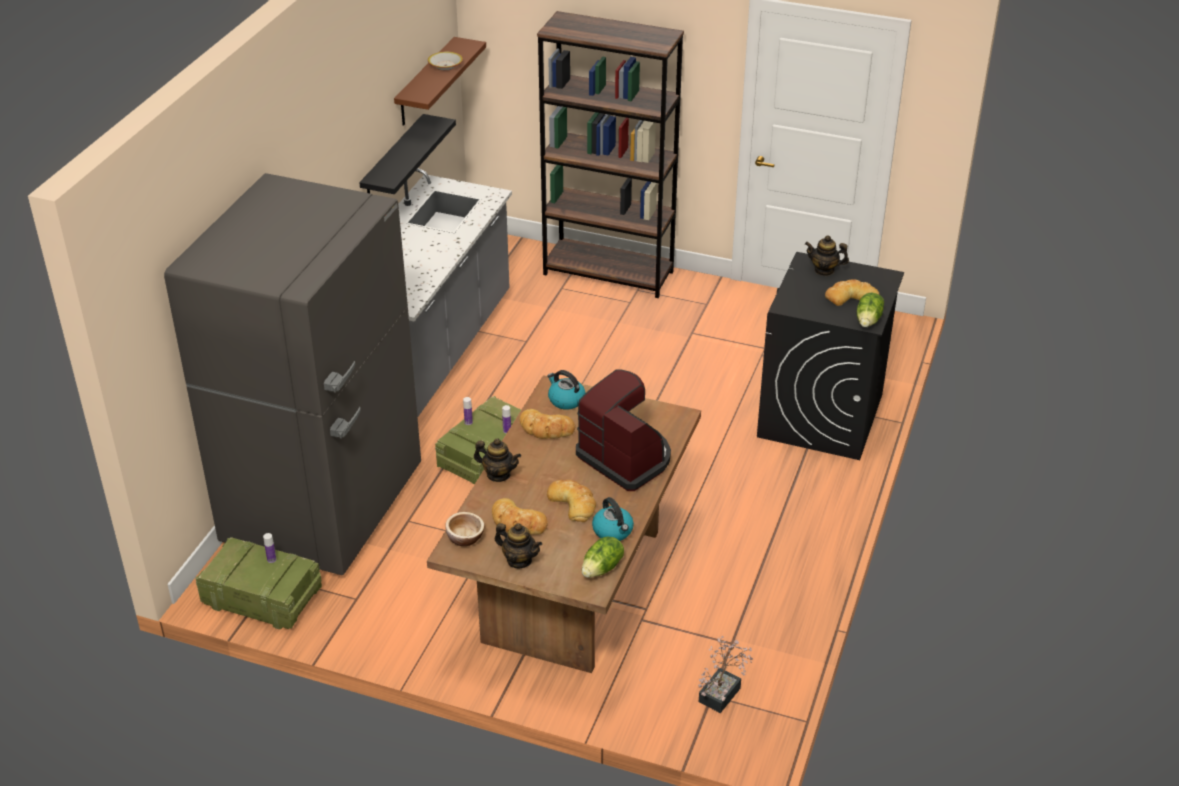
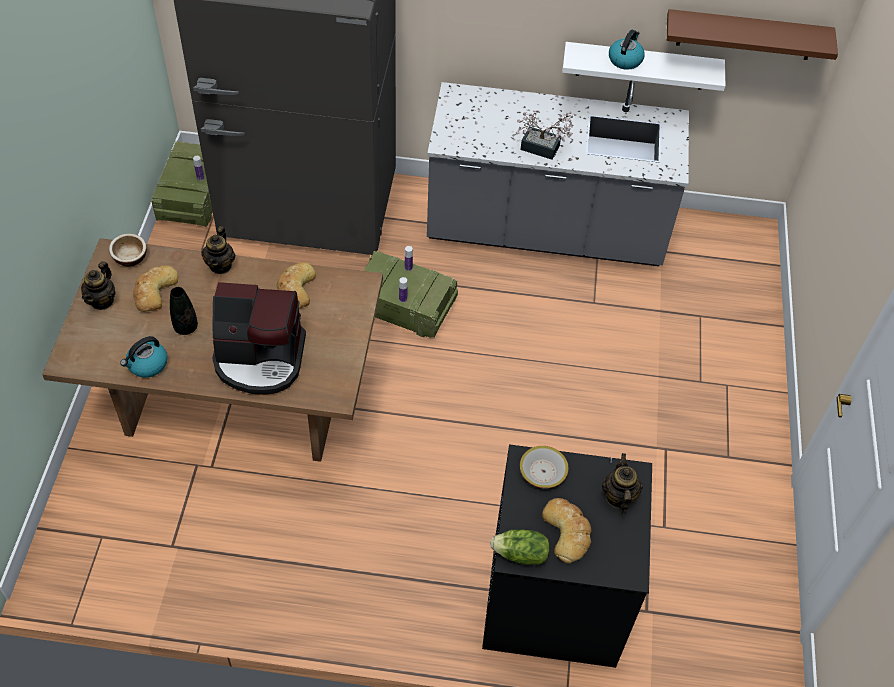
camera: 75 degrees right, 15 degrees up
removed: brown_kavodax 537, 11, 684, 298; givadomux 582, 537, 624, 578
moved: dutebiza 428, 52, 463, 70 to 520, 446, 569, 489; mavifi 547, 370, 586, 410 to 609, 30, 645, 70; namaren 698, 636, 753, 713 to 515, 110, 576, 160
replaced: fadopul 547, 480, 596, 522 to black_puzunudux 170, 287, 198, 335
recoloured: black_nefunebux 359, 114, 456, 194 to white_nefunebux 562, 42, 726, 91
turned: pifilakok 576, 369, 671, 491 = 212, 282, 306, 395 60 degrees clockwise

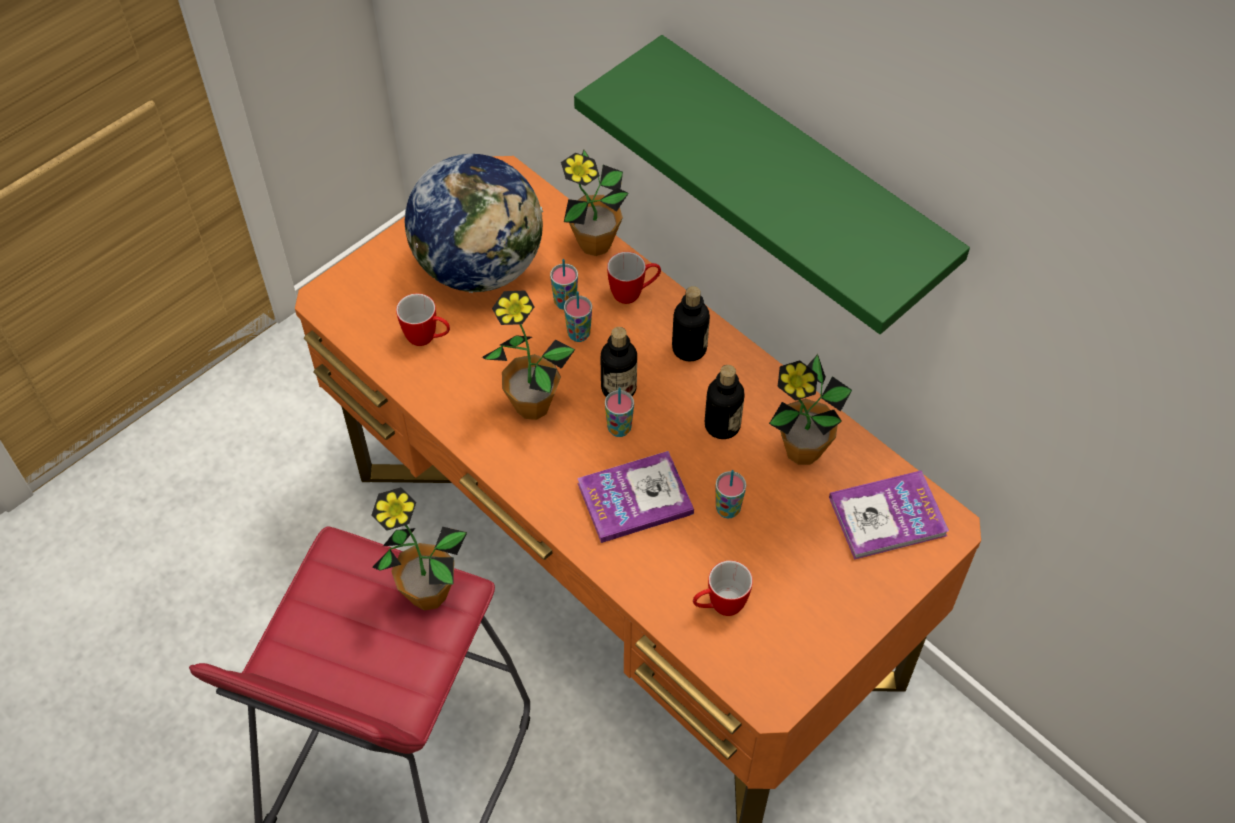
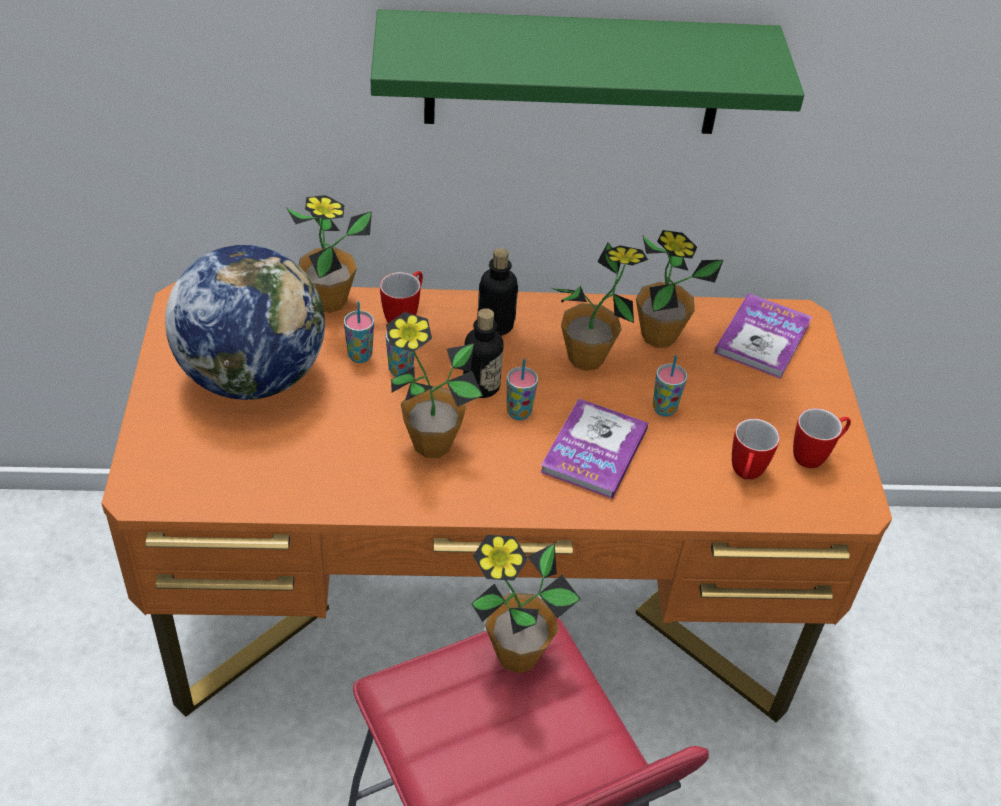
camera: 50 degrees left, 10 degrees down
moved: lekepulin 396, 293, 450, 346 to 793, 408, 851, 468
replaced: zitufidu 705, 365, 745, 439 to namaren 551, 242, 648, 371

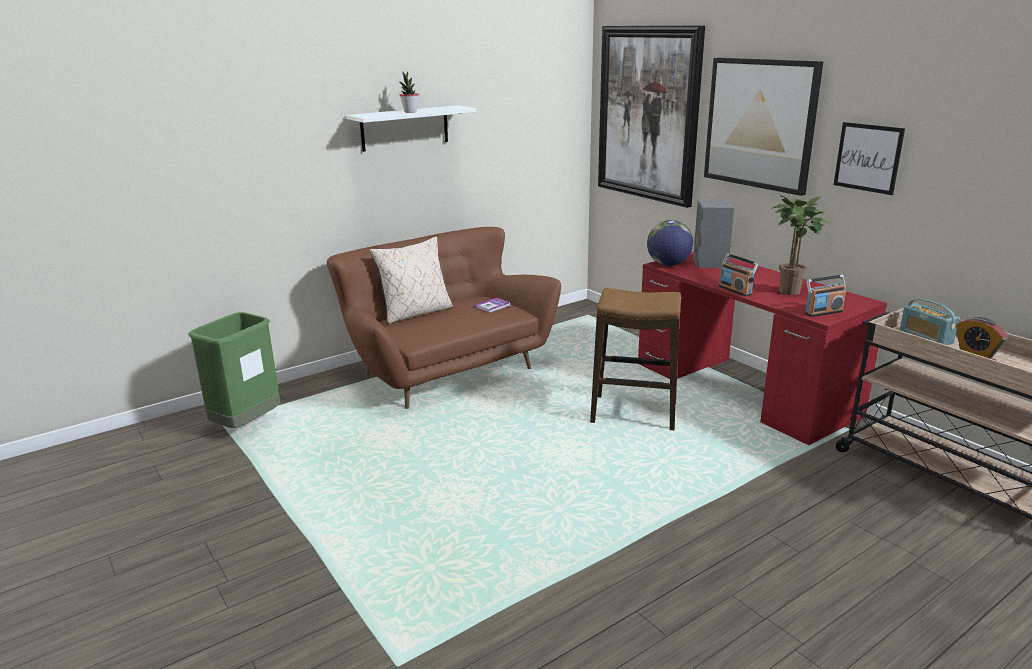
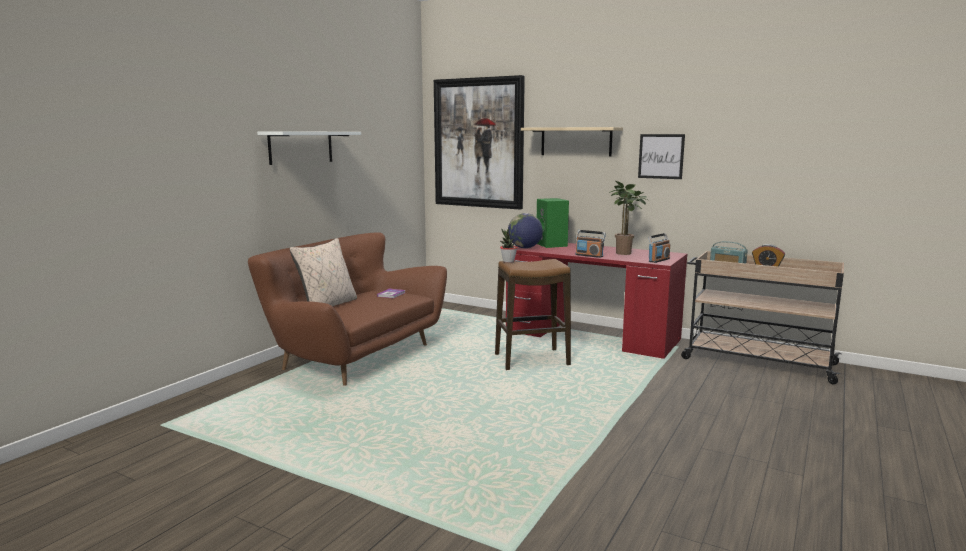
camera: 25 degrees left, 10 degrees down
removed: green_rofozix 188, 312, 280, 428
moved: namaren 400, 72, 419, 113 to 500, 229, 517, 263
replaced: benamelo 704, 58, 823, 196 to beige_nefunebux 521, 127, 623, 156
recoloured: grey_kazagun 693, 200, 734, 268 to green_kazagun 537, 198, 569, 248

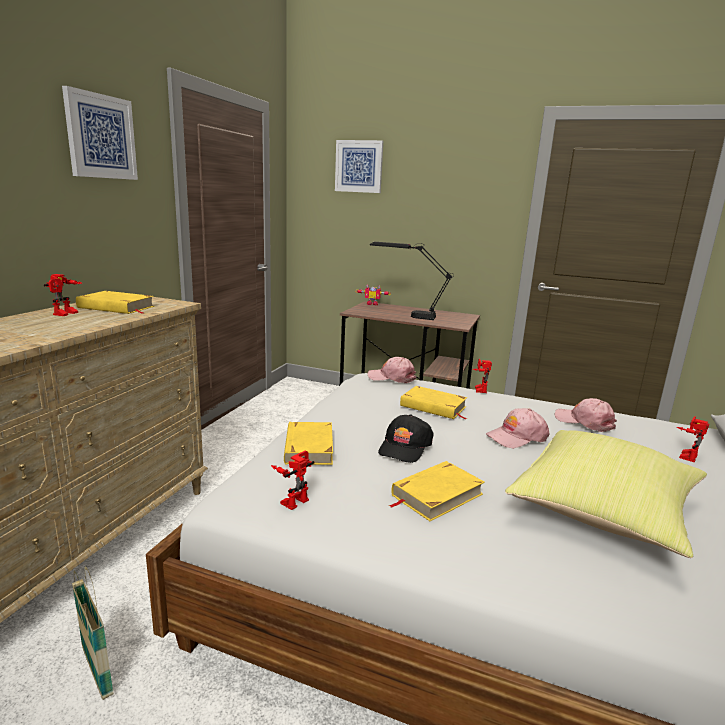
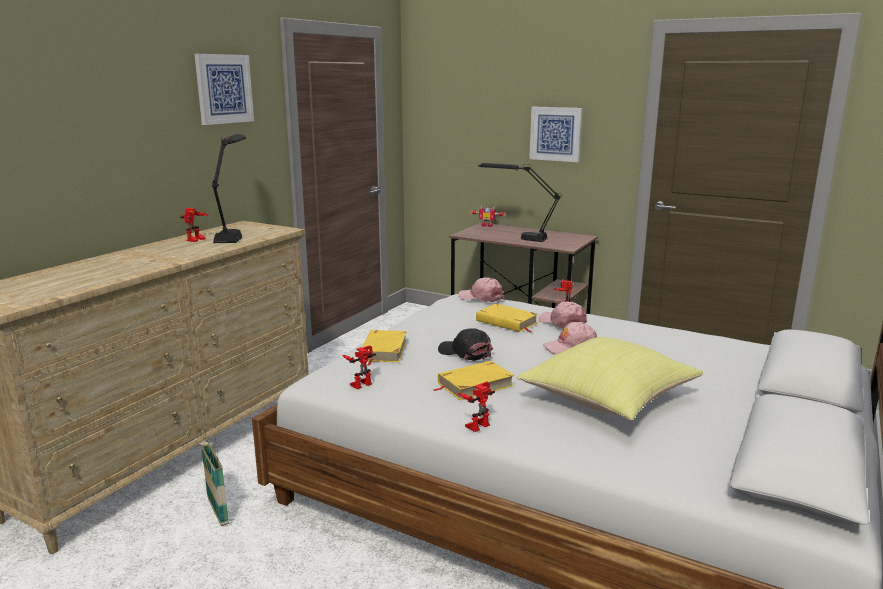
camera: 10 degrees right, 0 degrees up
moved: benamelo 335, 140, 383, 193 to 529, 107, 583, 162; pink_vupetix 555, 398, 617, 432 to 538, 302, 587, 329; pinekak 677, 416, 709, 462 to 458, 381, 495, 432
replaced: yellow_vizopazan 76, 291, 155, 314 to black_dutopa 212, 134, 246, 243
turned: black_vupetix 378, 415, 434, 463 = 438, 328, 493, 361 90 degrees clockwise

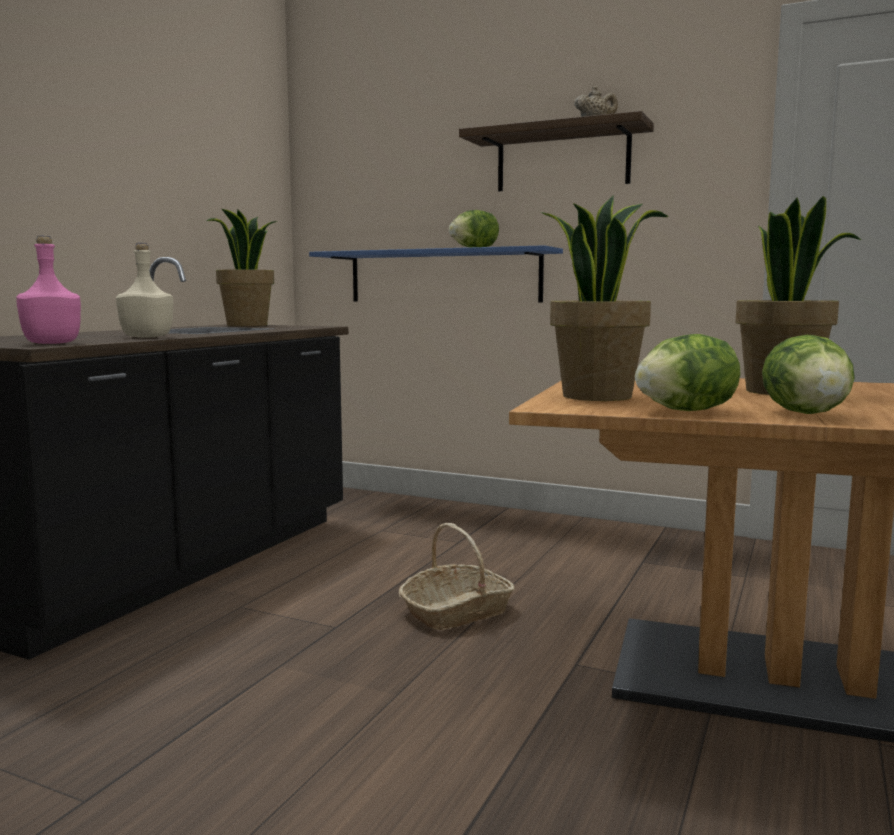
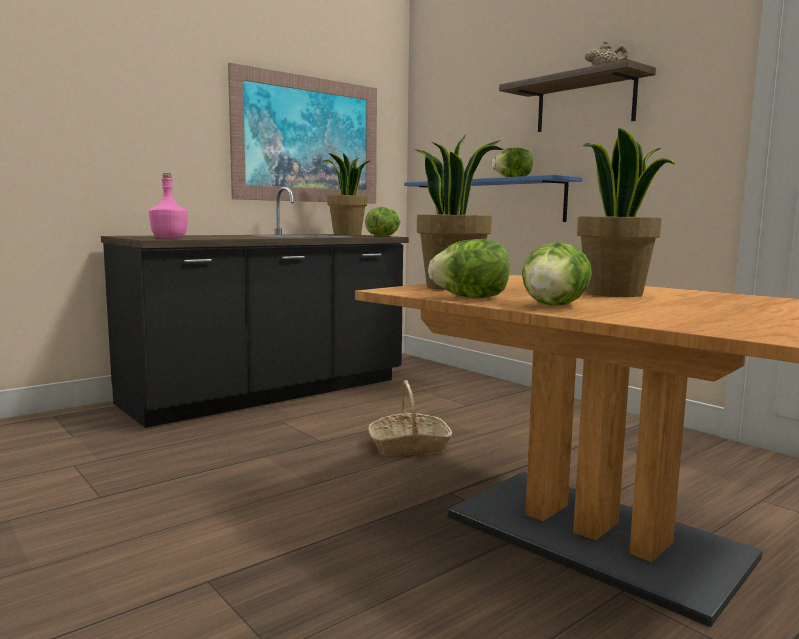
camera: 25 degrees right, 0 degrees up
removed: beige_zitufidu 116, 243, 174, 338
added: benamelo 228, 63, 377, 204; givadomux 365, 207, 400, 237

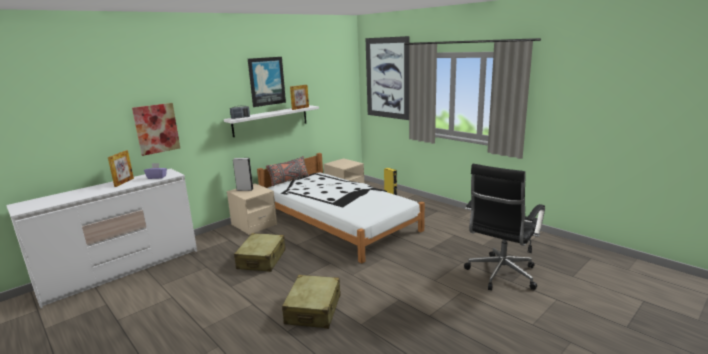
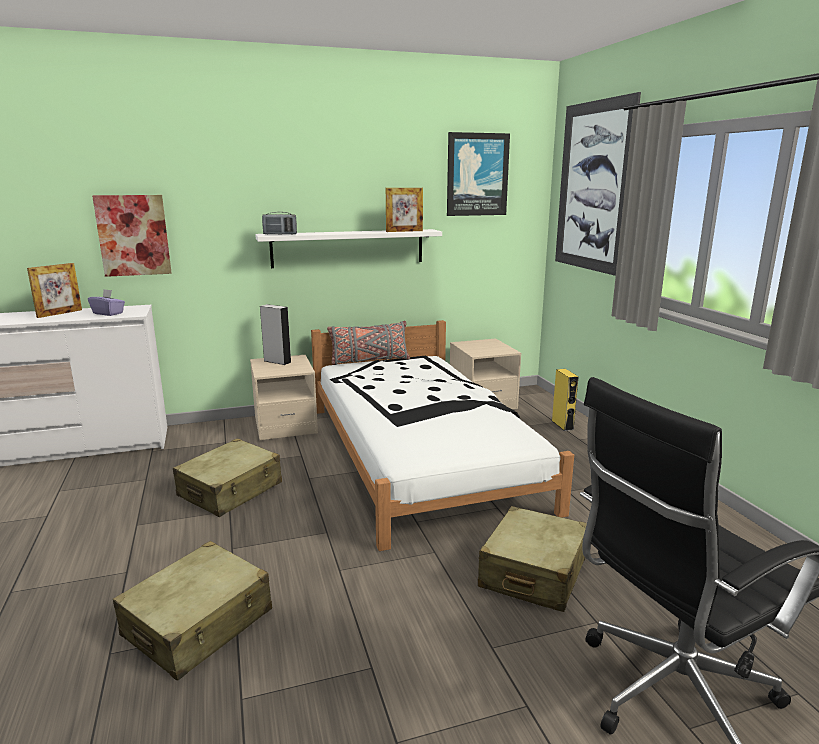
camera: 25 degrees right, 0 degrees up
added: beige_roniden 478, 506, 587, 612
moved: benamelo 248, 57, 286, 107 to 447, 132, 510, 216

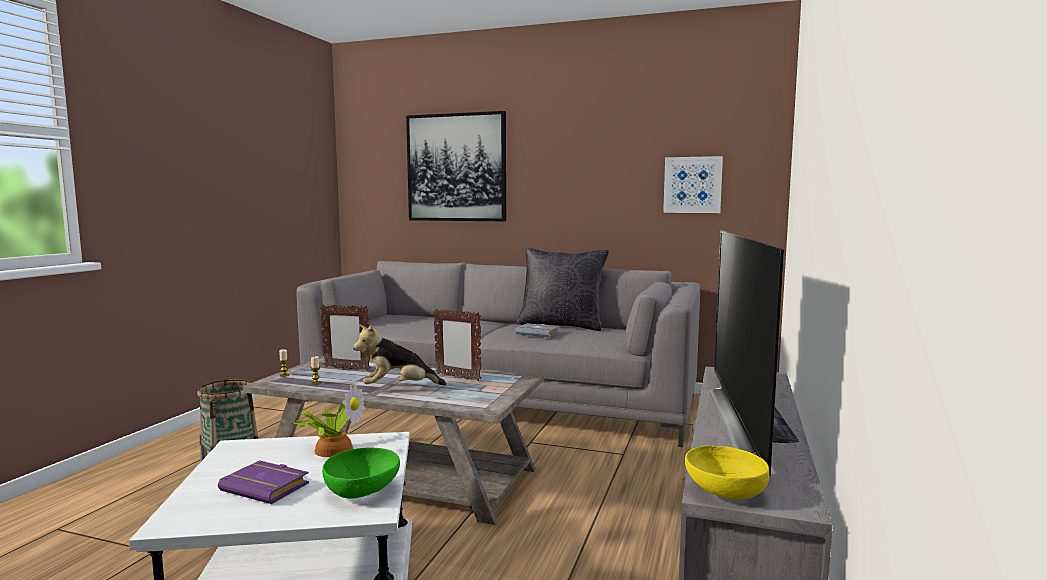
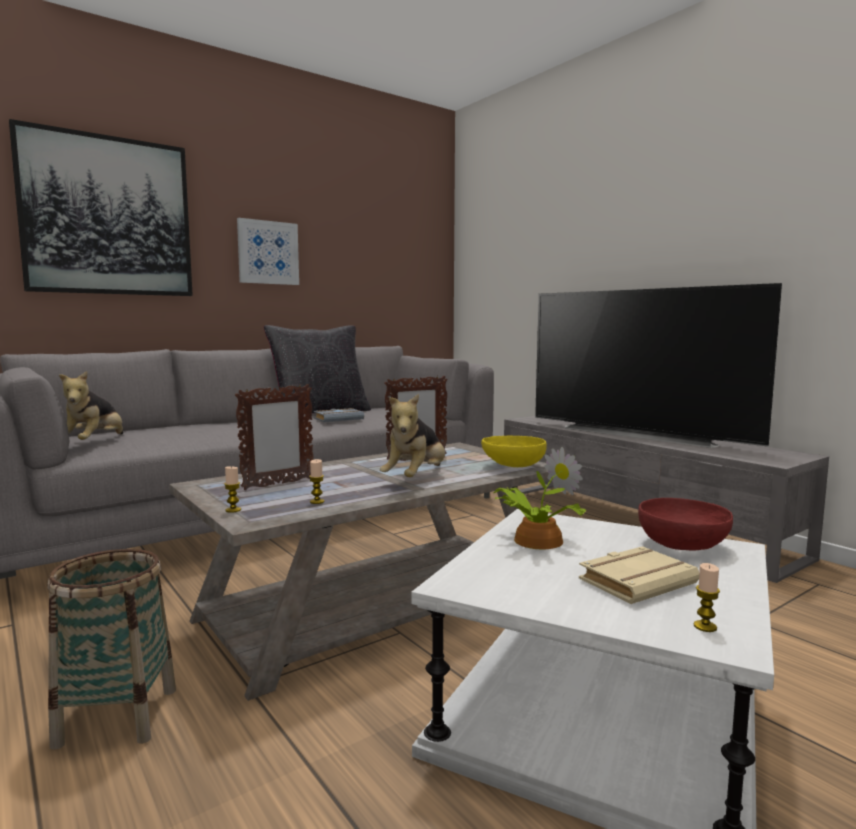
camera: 55 degrees left, 0 degrees up
added: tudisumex 59, 371, 123, 440; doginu 694, 563, 720, 632
moved: benamelo 663, 156, 723, 213 to 237, 218, 299, 285; yellow_dutebiza 685, 445, 770, 500 to 481, 436, 547, 467
recoloured: green_dutebiza 322, 448, 400, 499 to red_dutebiza 638, 498, 733, 550; purple_vizopazan 218, 460, 309, 504 to beige_vizopazan 579, 546, 699, 604

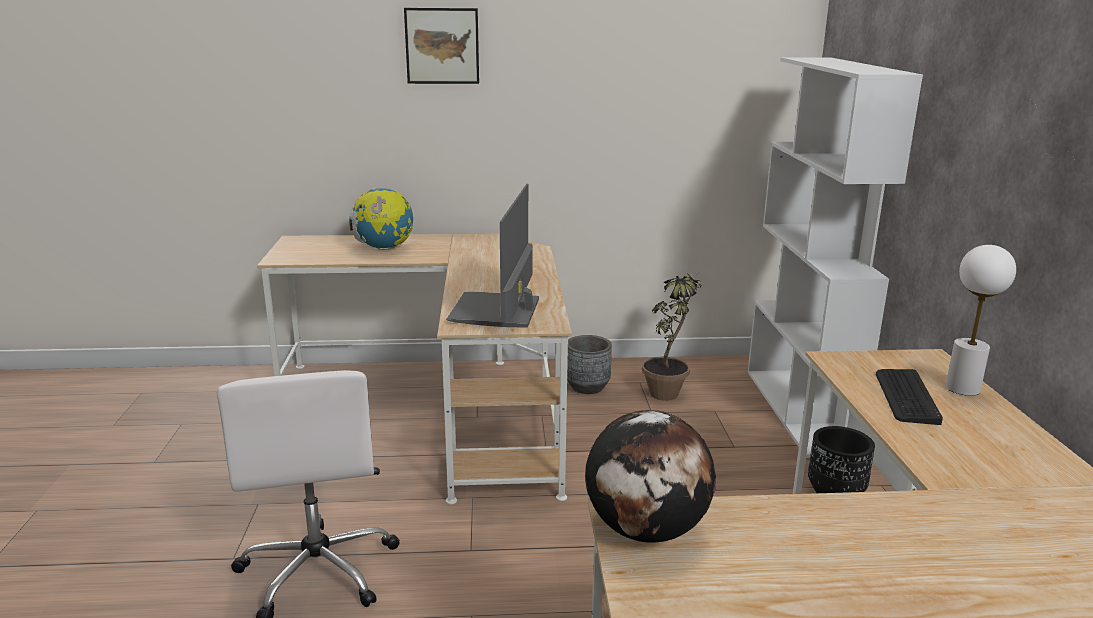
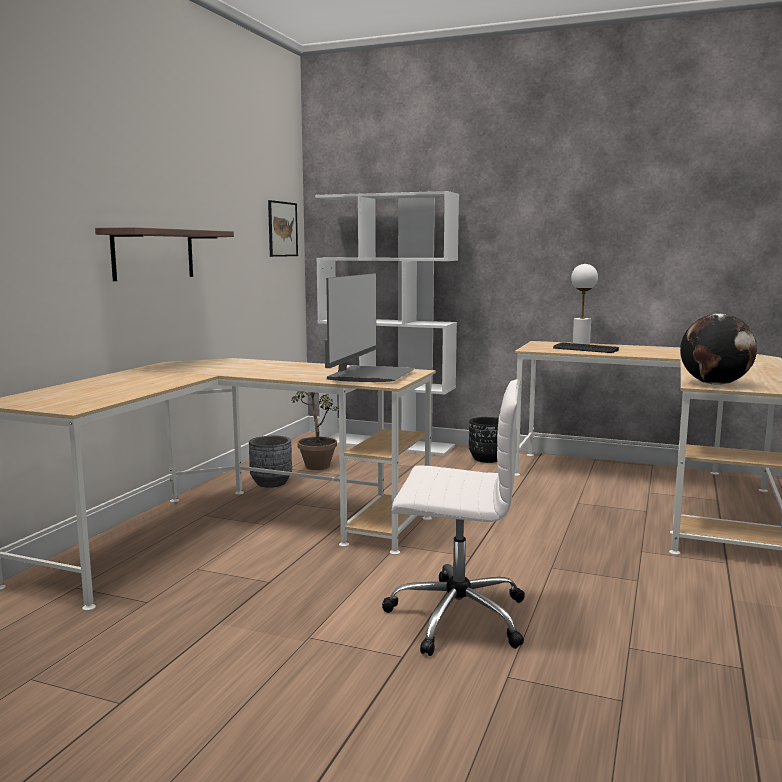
camera: 65 degrees left, 10 degrees down
removed: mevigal 349, 188, 413, 250
added: nefunebux 95, 227, 234, 281
moved: benamelo 404, 8, 479, 84 to 268, 200, 298, 257
turned: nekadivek 446, 184, 539, 328 = 325, 273, 414, 382 105 degrees counterclockwise

